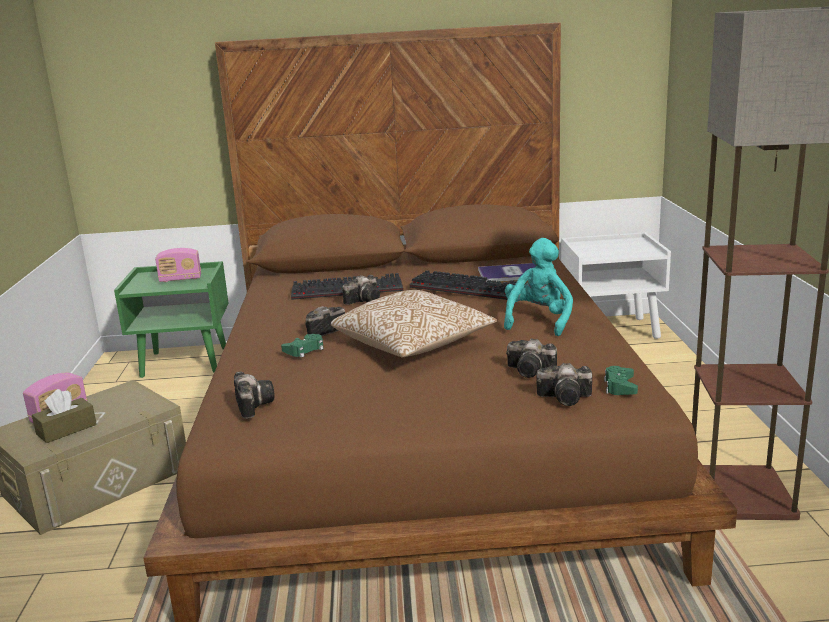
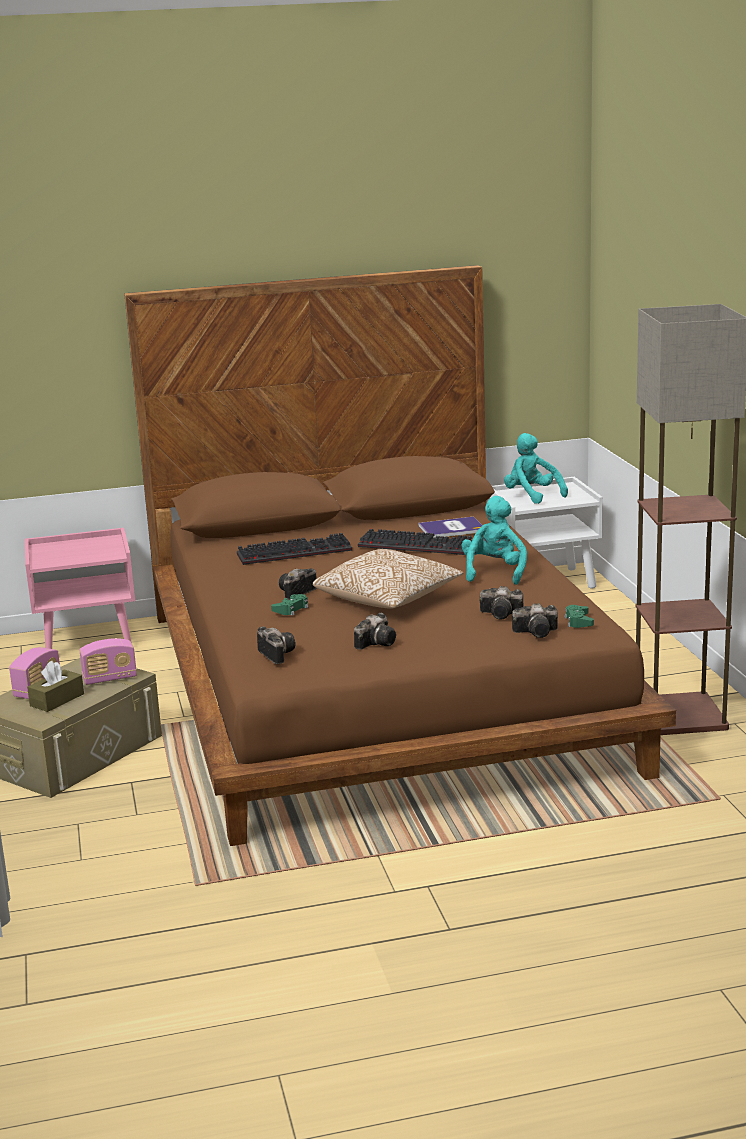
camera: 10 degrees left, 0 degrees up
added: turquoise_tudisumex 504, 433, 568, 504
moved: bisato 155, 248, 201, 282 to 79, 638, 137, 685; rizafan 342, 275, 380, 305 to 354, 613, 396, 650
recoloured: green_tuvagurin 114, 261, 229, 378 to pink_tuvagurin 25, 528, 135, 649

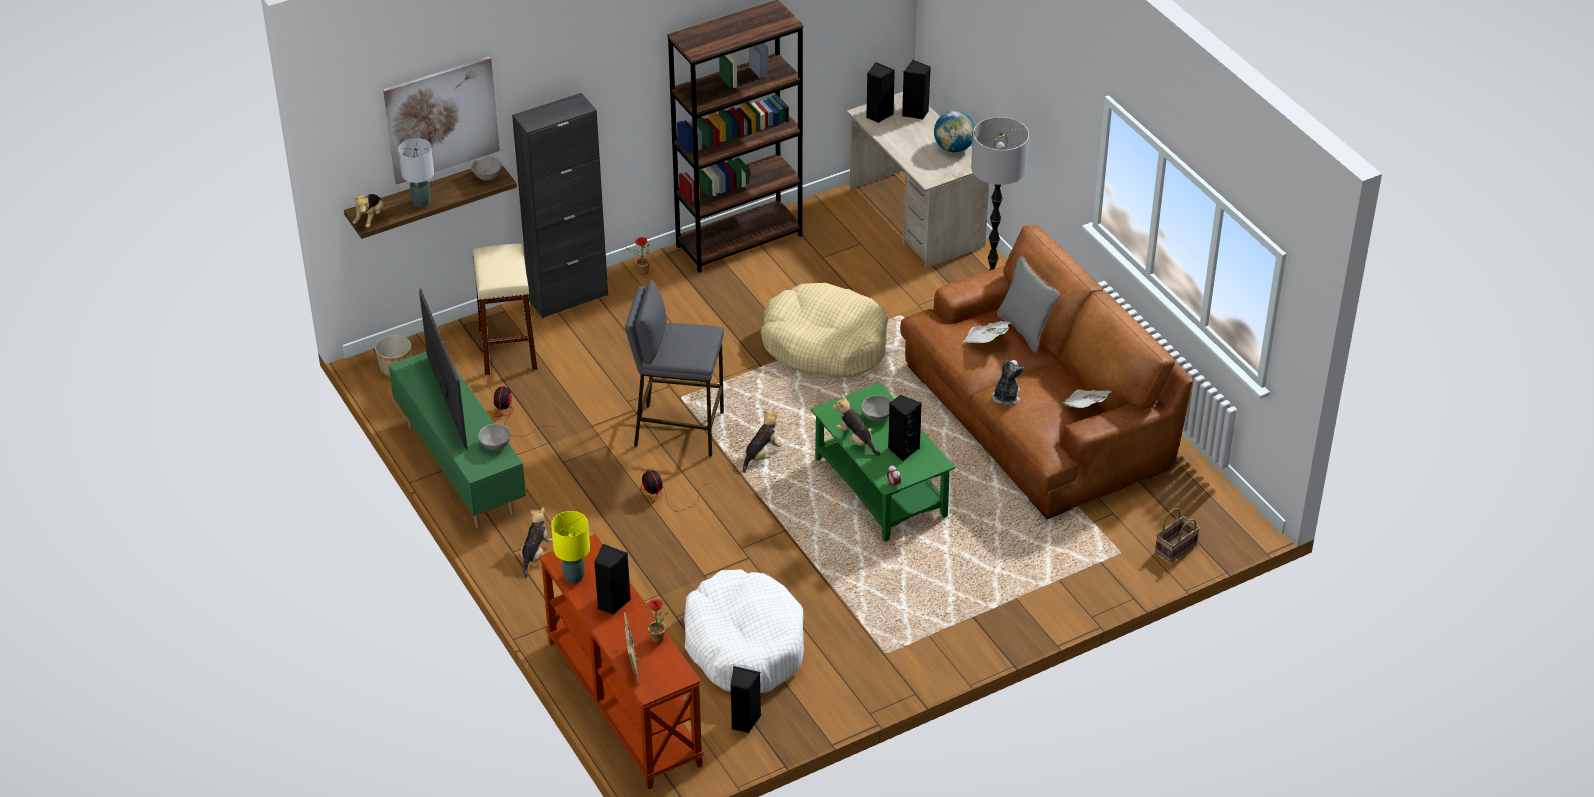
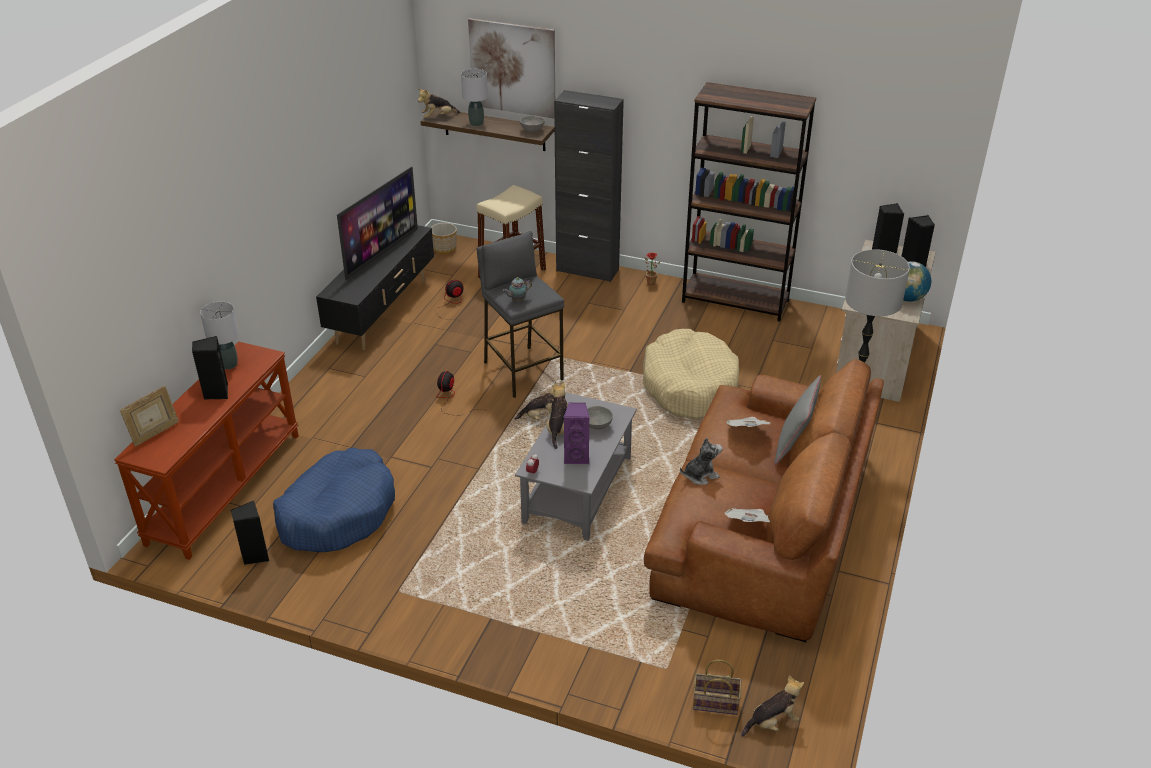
camera: 50 degrees right, 5 degrees down
removed: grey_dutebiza 478, 424, 511, 450; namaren 645, 599, 668, 643
added: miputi 503, 277, 532, 301
moved: tudisumex 520, 507, 553, 578 to 741, 675, 804, 737
recoloured: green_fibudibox 389, 351, 526, 528 to black_fibudibox 316, 225, 434, 351; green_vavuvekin 811, 383, 955, 542 to grey_vavuvekin 515, 393, 637, 541; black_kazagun 888, 395, 922, 462 to purple_kazagun 563, 403, 590, 465; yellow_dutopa 551, 511, 590, 584 to grey_dutopa 200, 301, 239, 369; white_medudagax 684, 569, 804, 694 to blue_medudagax 273, 447, 395, 552

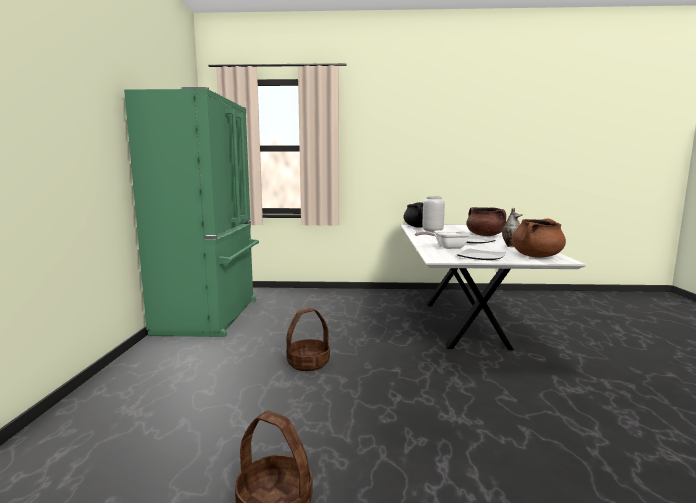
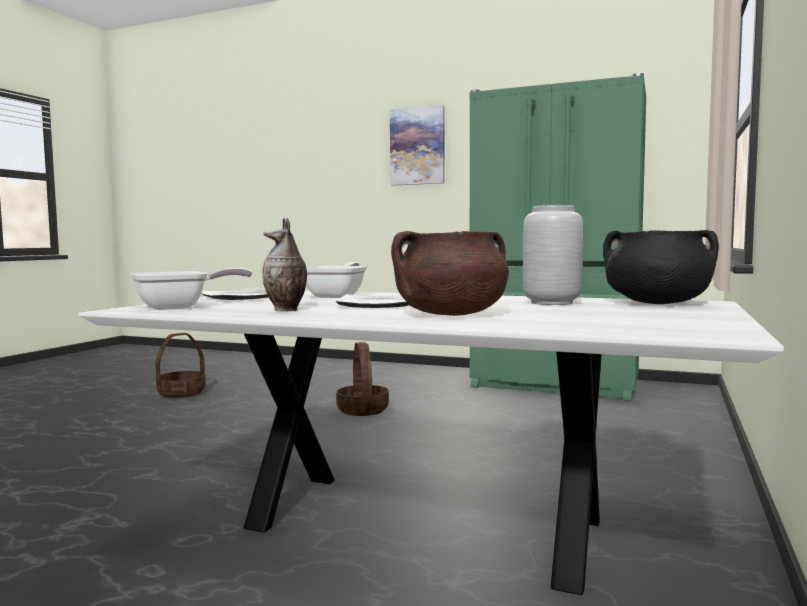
camera: 110 degrees right, 5 degrees down
added: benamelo 390, 105, 445, 186
replaced: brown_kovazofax 512, 218, 566, 258 to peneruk 130, 268, 252, 310

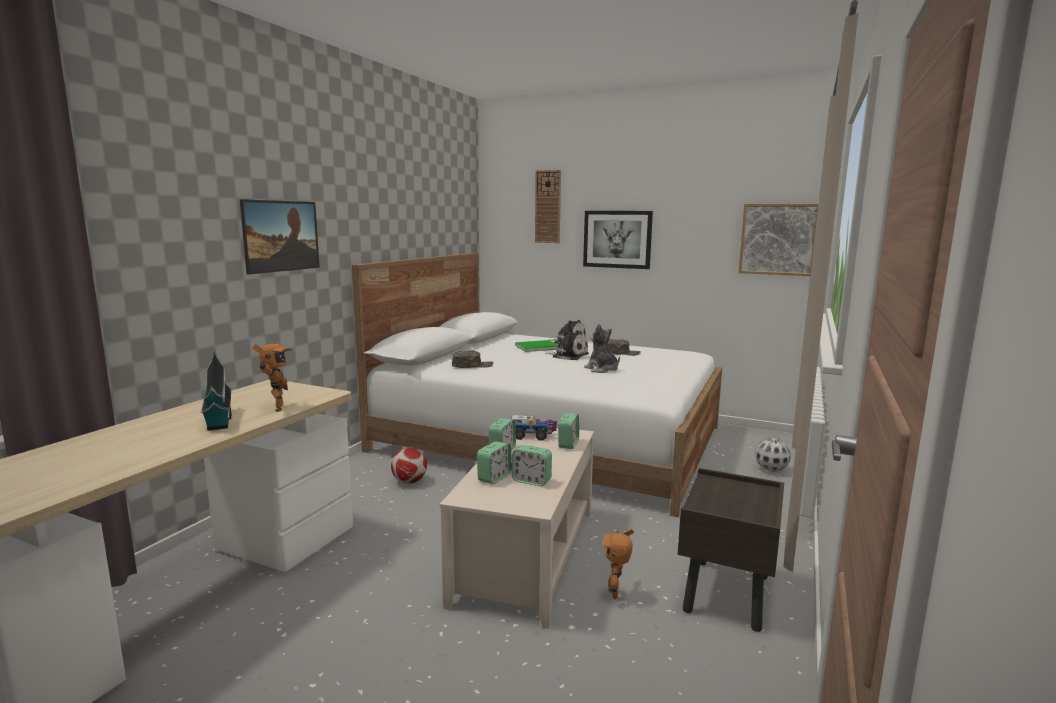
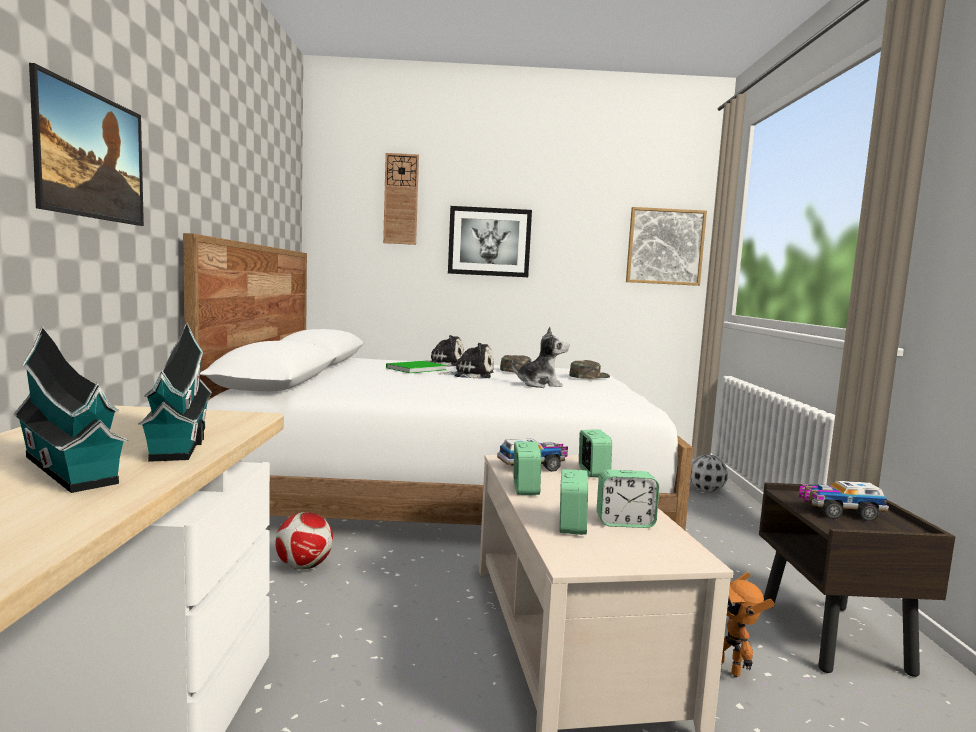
camera: 25 degrees left, 5 degrees down
added: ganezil 799, 481, 889, 521
moved: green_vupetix 452, 350, 493, 368 to 569, 360, 610, 379
replaced: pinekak 253, 341, 292, 412 to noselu 138, 322, 212, 462
turned: tudisumex 584, 324, 620, 373 = 511, 327, 569, 388 150 degrees clockwise

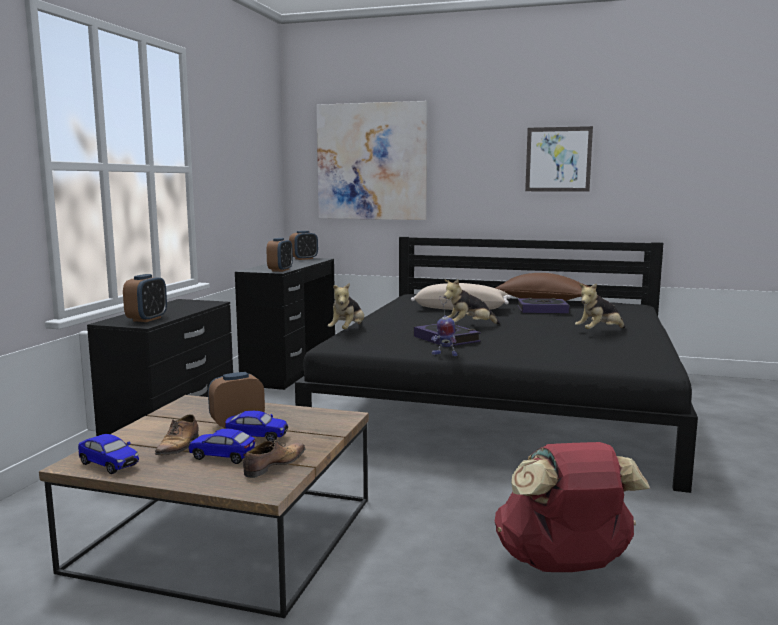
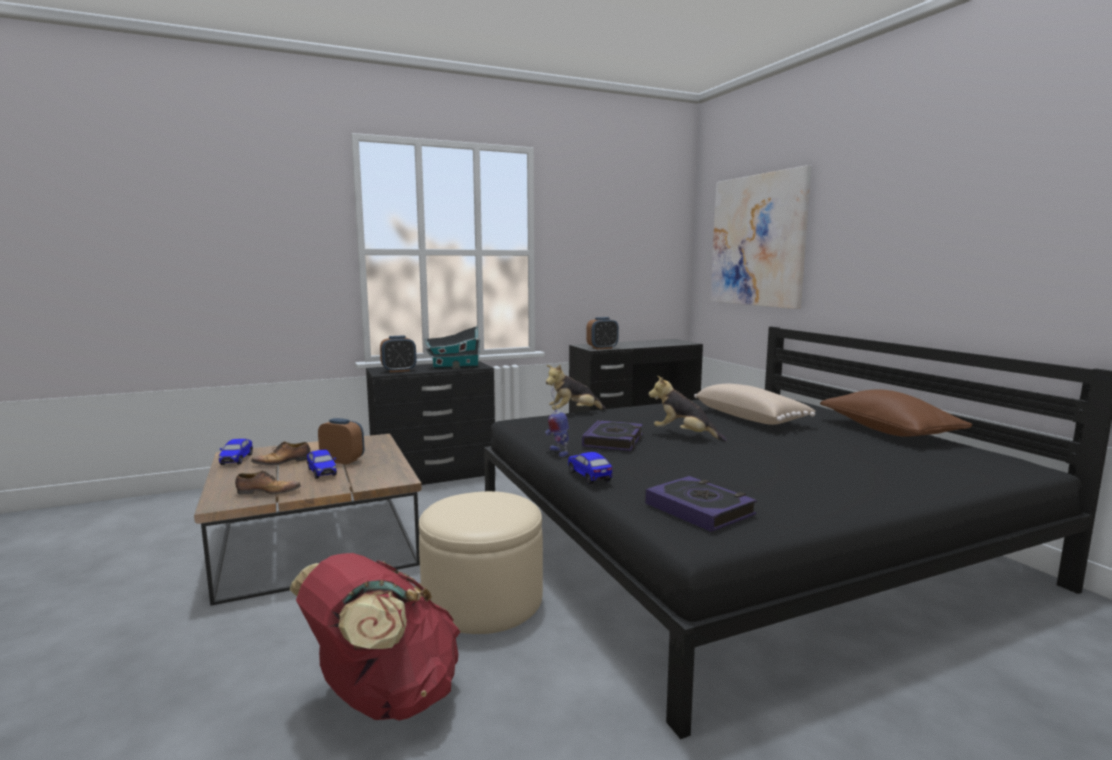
camera: 50 degrees right, 0 degrees up
removed: benamelo 525, 126, 593, 192; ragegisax 289, 231, 318, 260; tudisumex 575, 283, 625, 329
added: noselu 425, 326, 480, 370; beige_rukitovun 419, 491, 543, 634
moved: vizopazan 517, 298, 569, 313 to 645, 476, 757, 532; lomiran 188, 429, 255, 464 to 568, 452, 612, 485

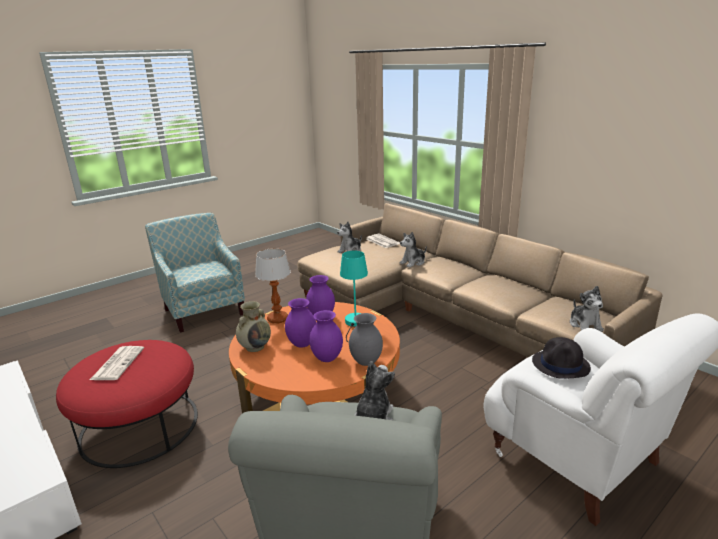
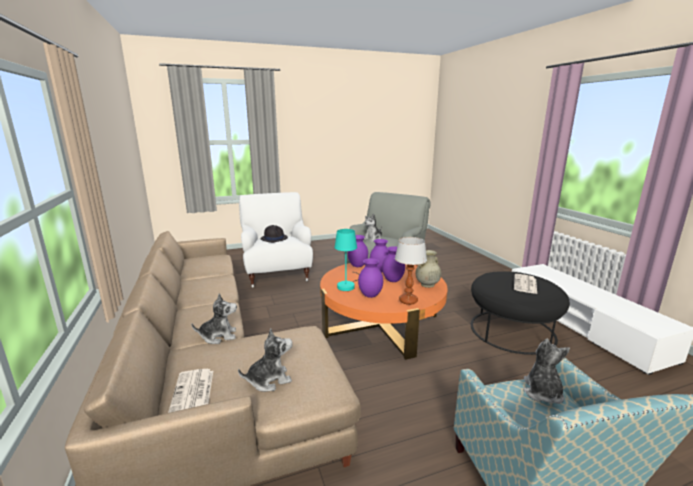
camera: 160 degrees left, 5 degrees down
moved: tudisumex 570, 286, 604, 332 to 523, 339, 570, 404
recoloured: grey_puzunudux 349, 313, 383, 366 to purple_puzunudux 348, 235, 368, 267; red_rukitovun 56, 340, 198, 468 to black_rukitovun 471, 271, 570, 355

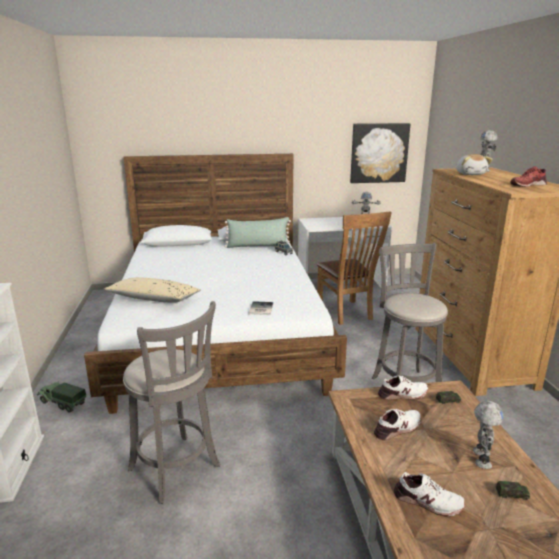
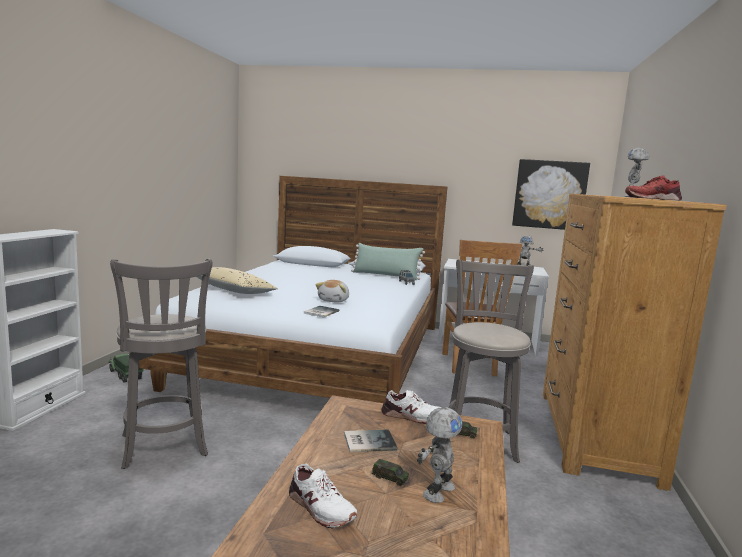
camera: 20 degrees right, 10 degrees down
moved: tudisumex 456, 154, 493, 175 to 316, 280, 349, 302; lomiran 496, 481, 530, 500 to 372, 459, 409, 486
replaced: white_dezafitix 374, 409, 421, 440 to vizopazan 344, 429, 397, 453

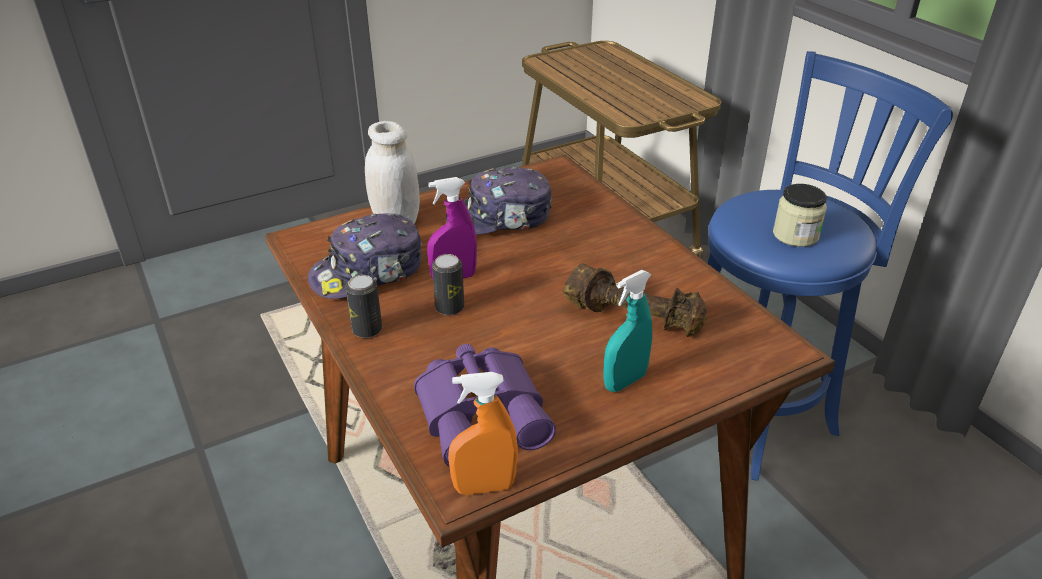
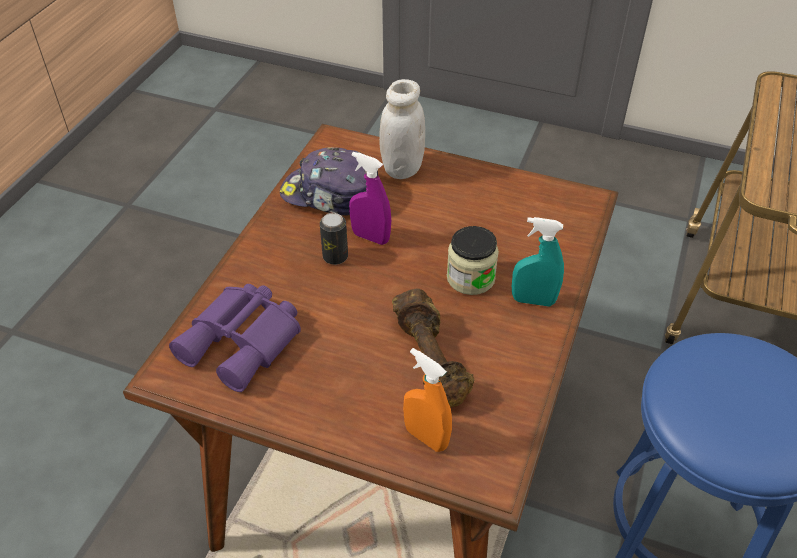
camera: 50 degrees right, 10 degrees up
removed: vupetix 446, 167, 552, 235; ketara 345, 275, 382, 338
moved: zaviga 773, 184, 827, 247 to 447, 226, 499, 295; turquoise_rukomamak 603, 270, 652, 392 to 512, 217, 564, 307; orange_rukomamak 448, 372, 518, 495 to 403, 348, 452, 452

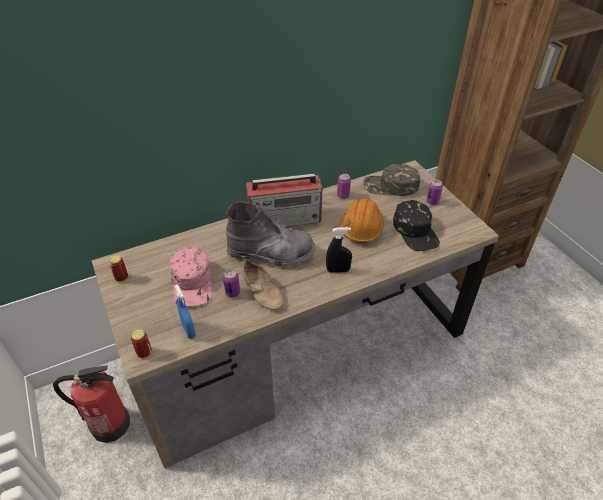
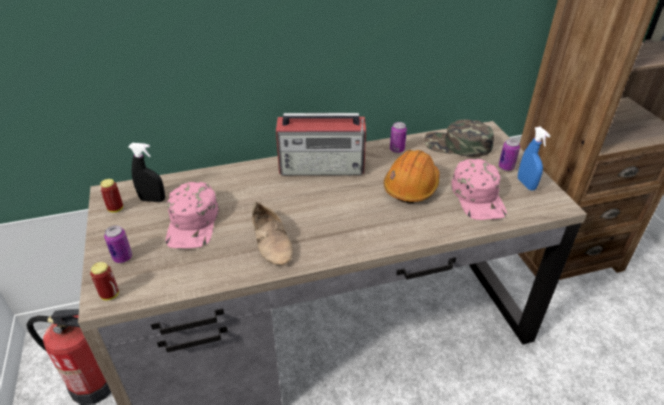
camera: 10 degrees right, 5 degrees down
removed: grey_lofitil 226, 202, 315, 269
moved: black_rukomamak 326, 227, 352, 273 to 128, 143, 165, 202; ketara 223, 269, 240, 298 to 104, 225, 132, 263; blue_rukomamak 175, 284, 196, 339 to 518, 127, 550, 190
recoloured: black_vupetix 393, 200, 440, 251 to pink_vupetix 451, 159, 507, 220

